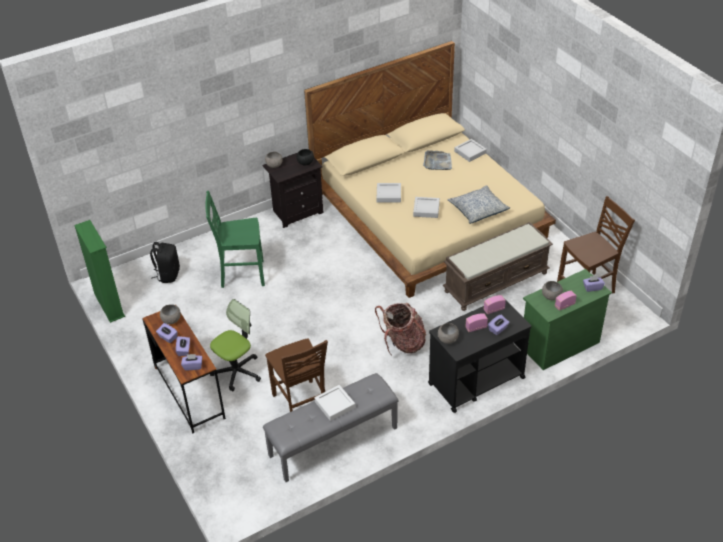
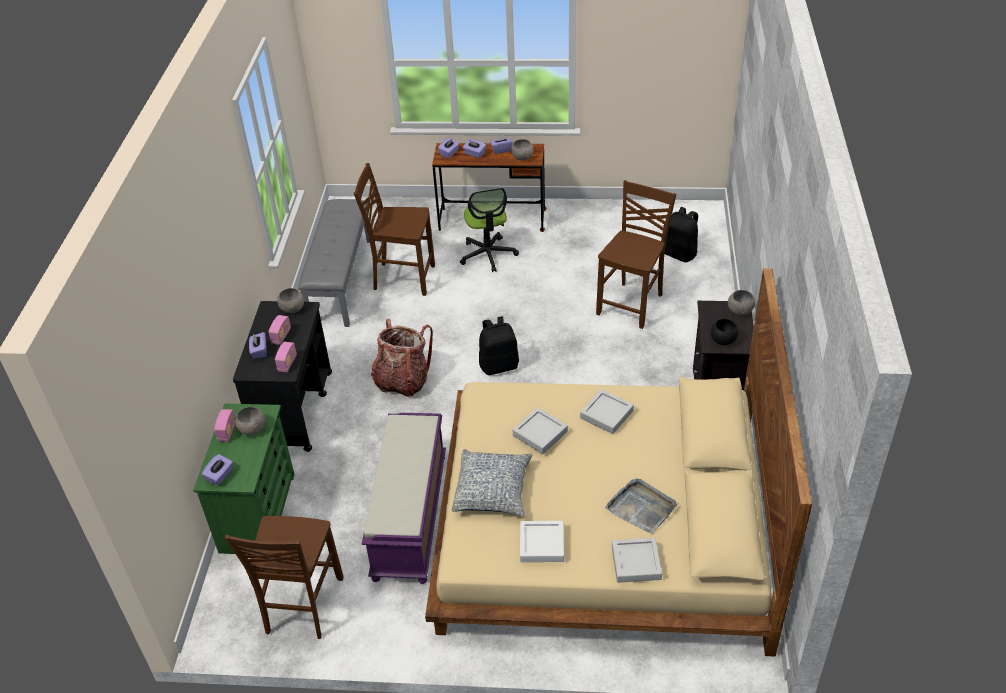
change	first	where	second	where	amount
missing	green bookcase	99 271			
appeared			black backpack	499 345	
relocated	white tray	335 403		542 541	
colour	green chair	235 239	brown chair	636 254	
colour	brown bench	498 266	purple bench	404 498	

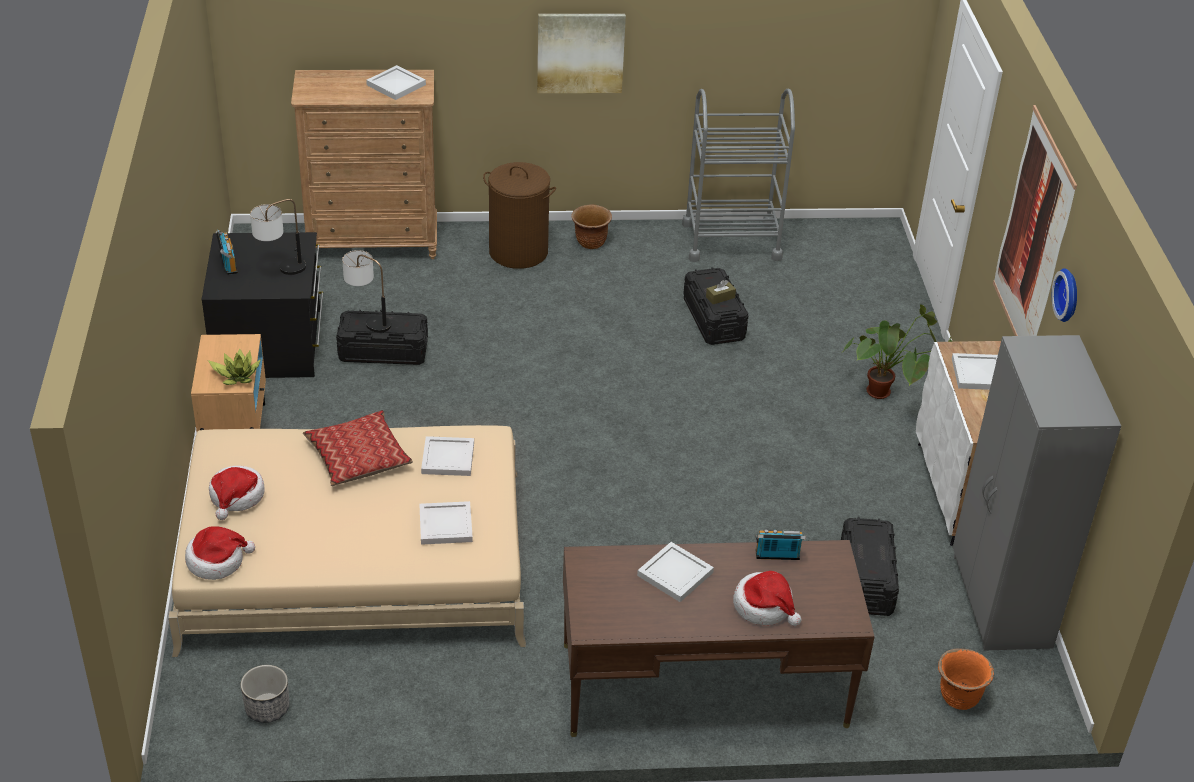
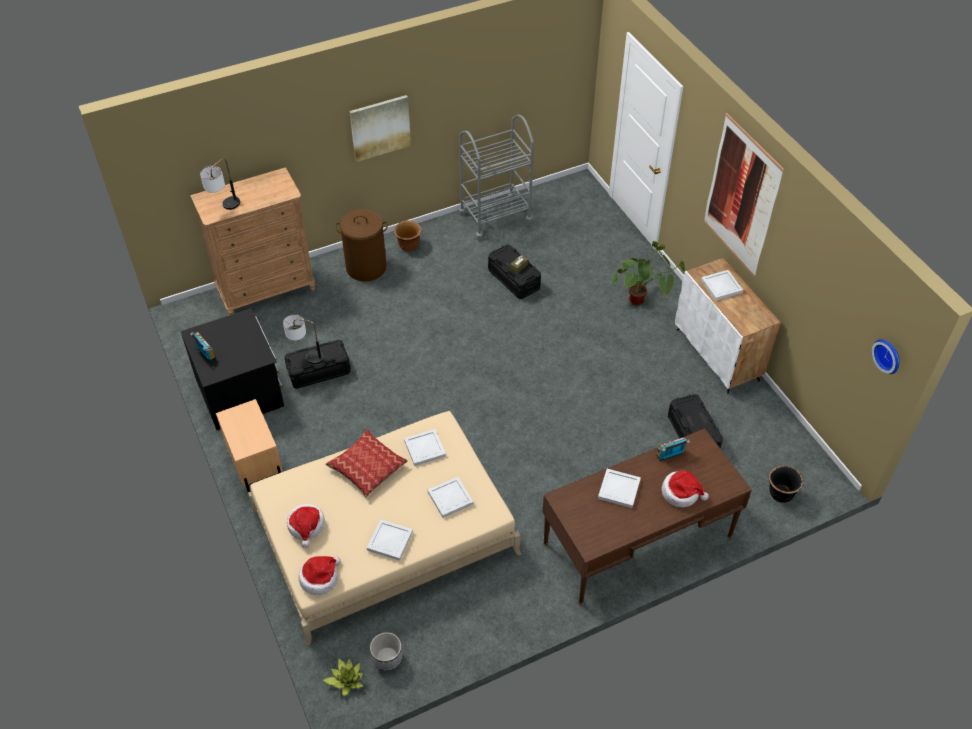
change	first	where	second	where	amount
missing	grey wardrobe	1037 493			
relocated	potted plant	234 366		343 677	
relocated	table lamp	278 237		220 184	
relocated	white tray	396 82		390 540	
relocated	wall clock	1064 295		886 356	
colour	orange planter	966 679	black planter	786 484	

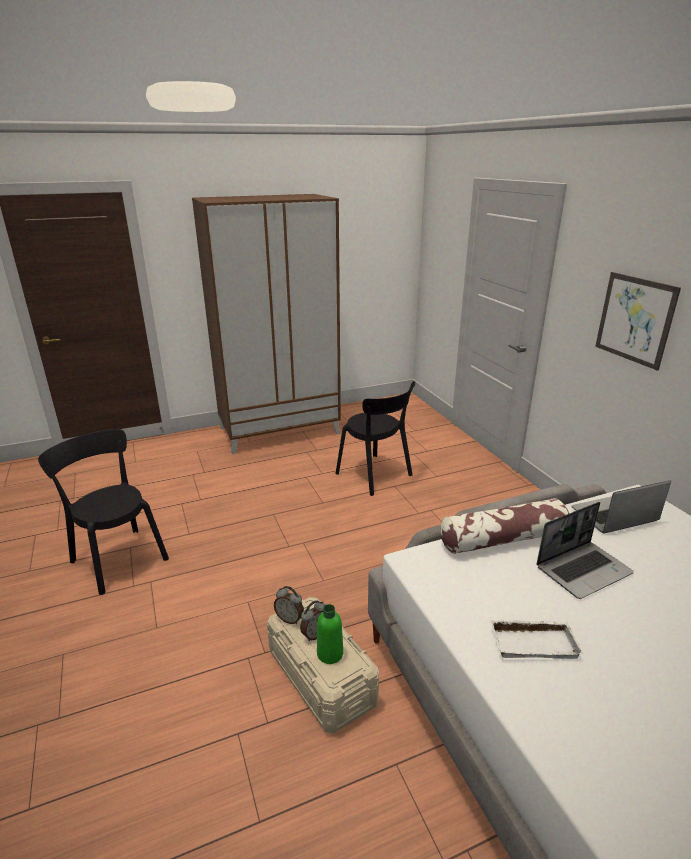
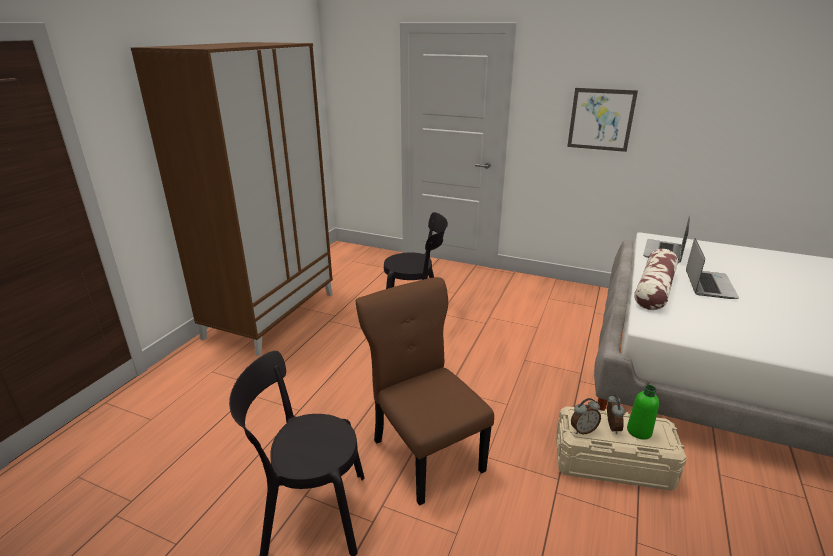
change	first	where	second	where	amount
missing	white tray	536 639			
appeared			brown chair	425 391	

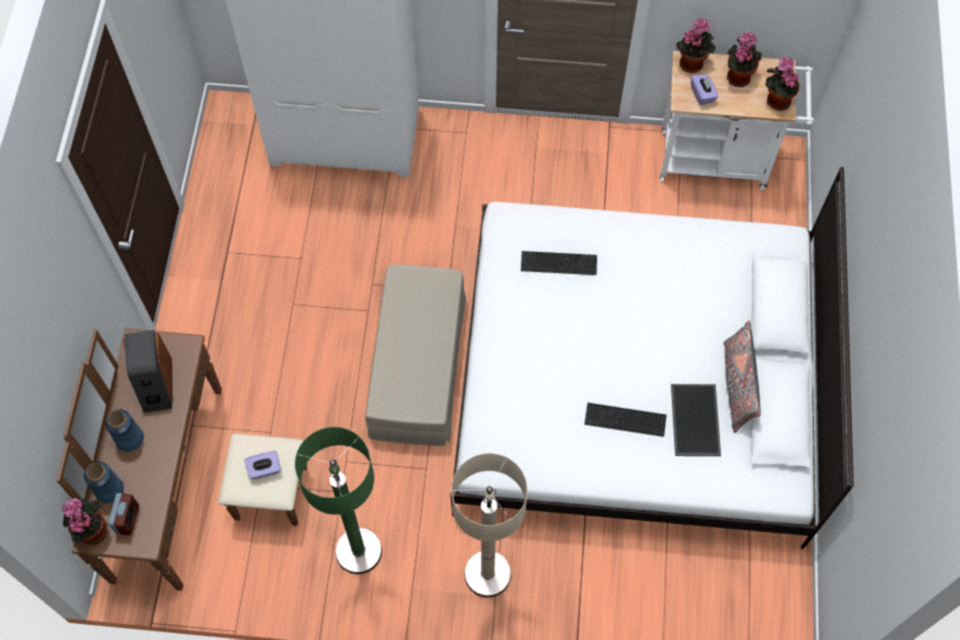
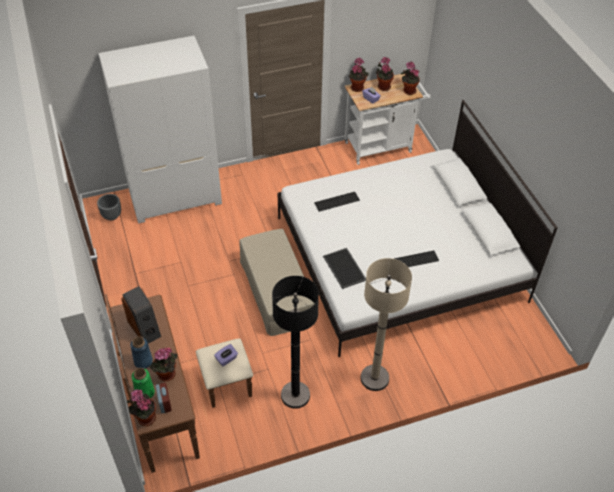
change	first	where	second	where	amount
missing	grey pillow	742 377			
appeared			grey planter	109 207	
appeared			potted plant	163 365	
relocated	tray	696 420		344 268	
colour	blue vase	104 483	green vase	143 383	
colour	green floor lamp	338 500	black floor lamp	295 342	

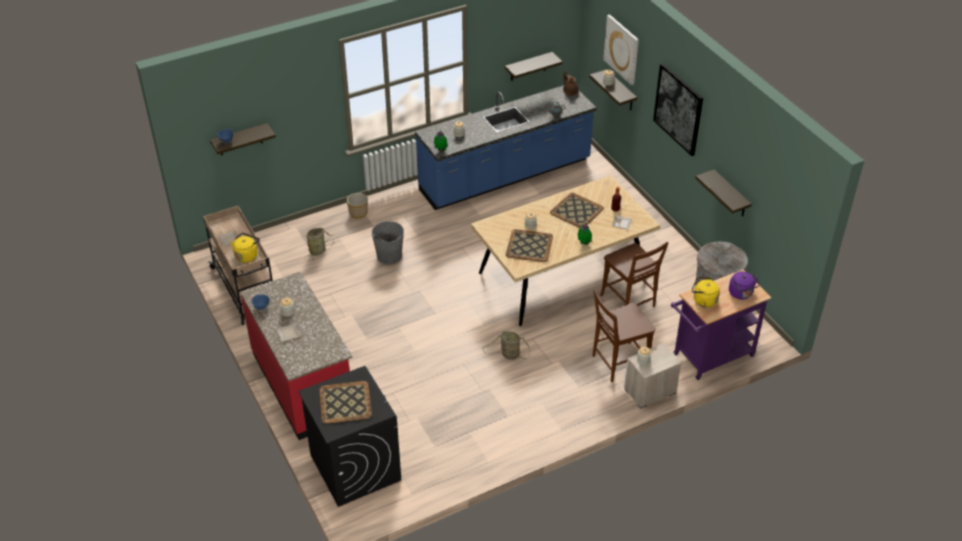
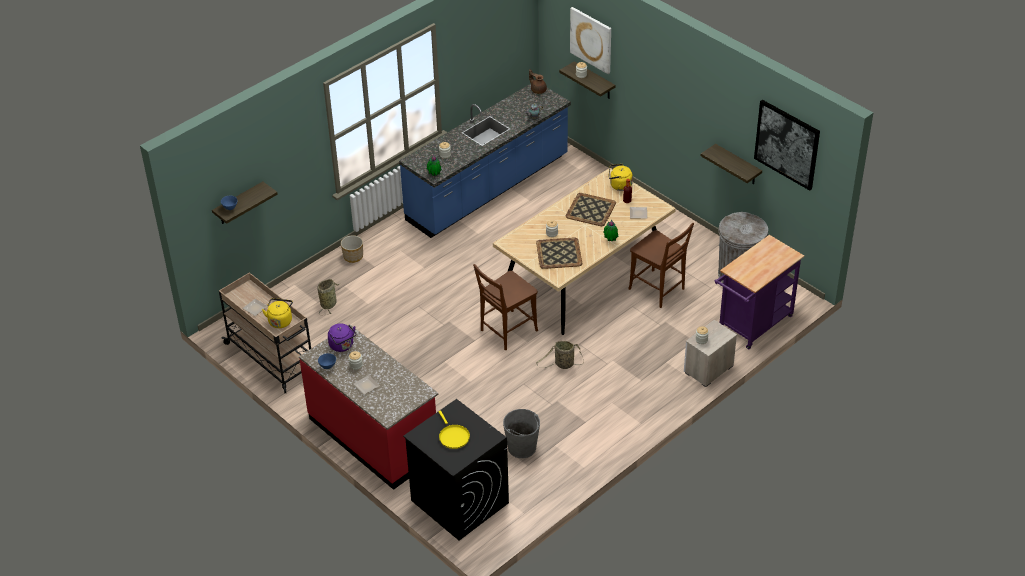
change	first	where	second	where	amount
missing	shelf	534 66			
relocated	grey bucket	388 242		521 433	
relocated	brown chair	624 336		505 307	
relocated	picture	678 109		787 145	
relocated	yellow kettle	706 292		620 177	
relocated	purple kettle	744 285		342 337	
exchanged	tray	345 402	yellow frying pan	454 429	

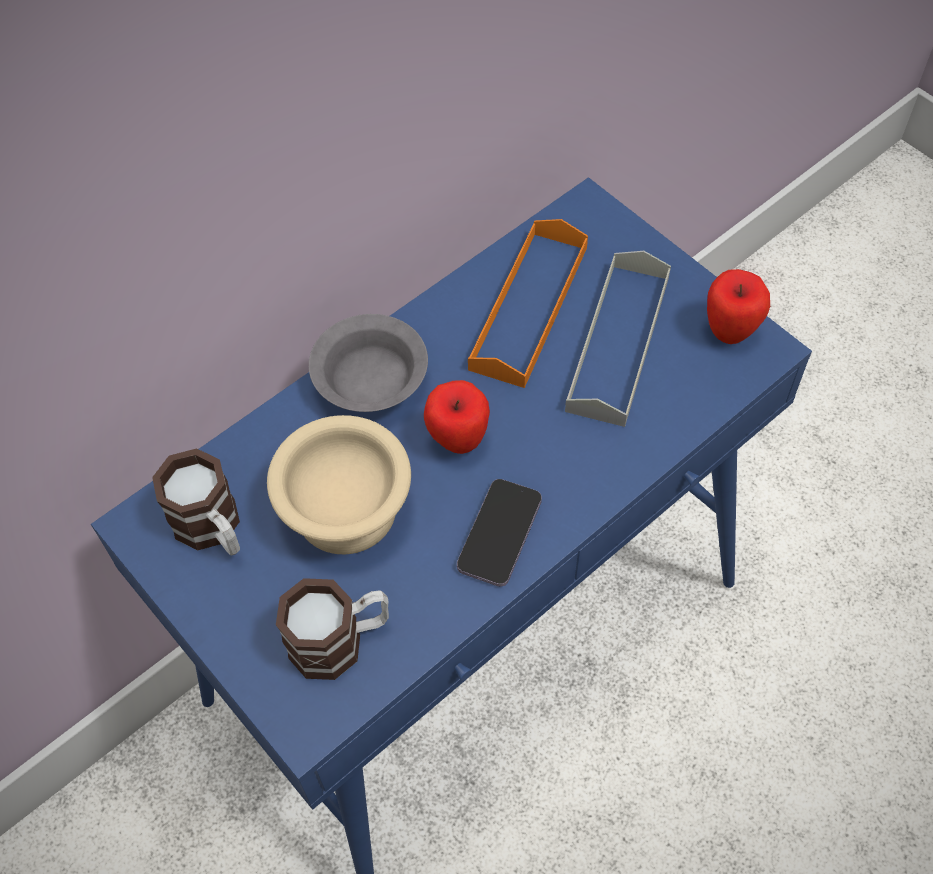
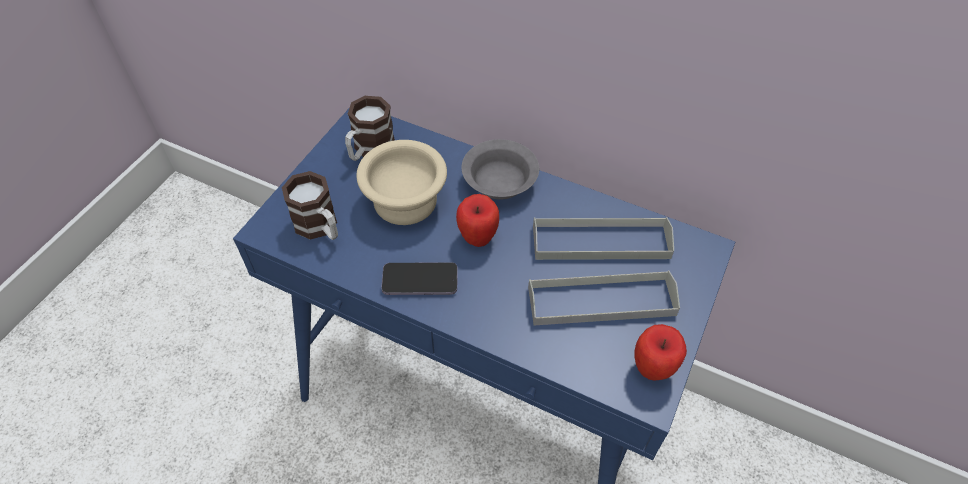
change	first	where	second	where	amount
colour	orange tray	528 303	grey tray	603 238	

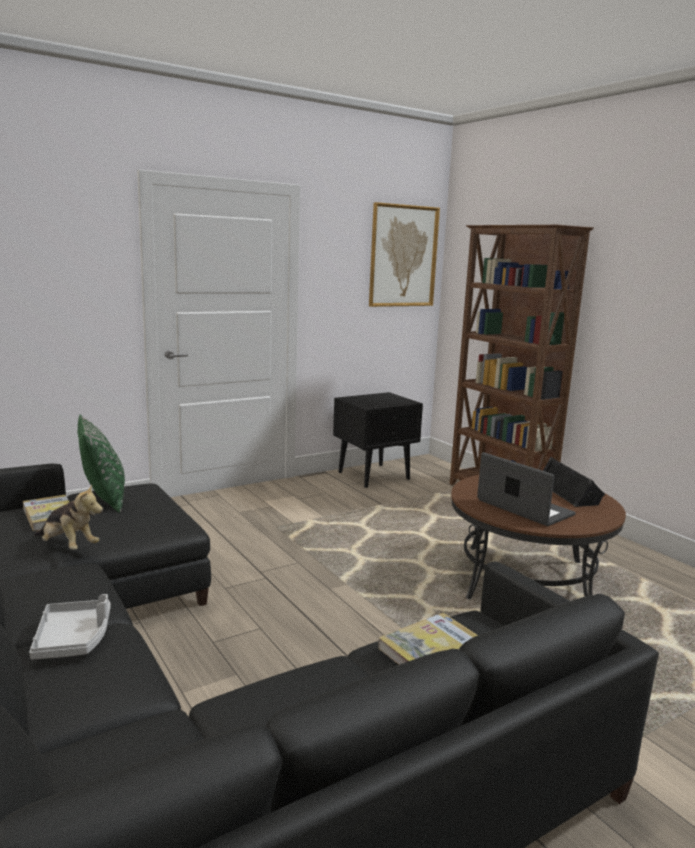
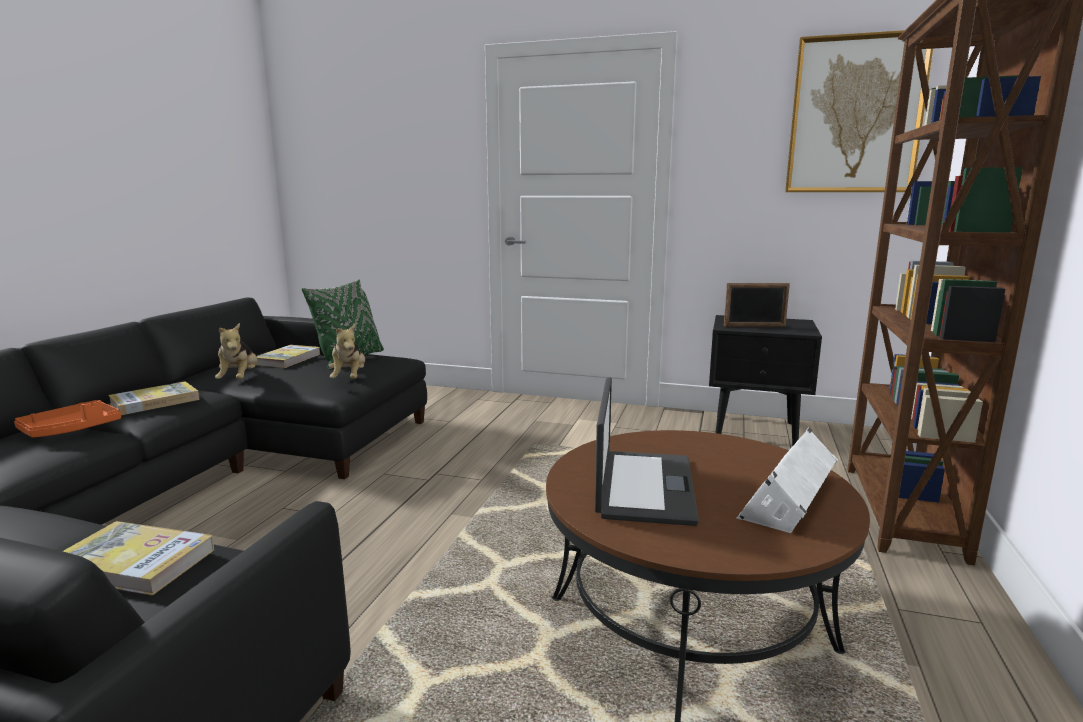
change	first	where	second	where	amount
appeared			book	153 398	
appeared			plush toy	347 351	
appeared			picture frame	757 305	
colour	grey tray	69 627	orange tray	67 419	
colour	black speaker	574 482	white speaker	787 480	

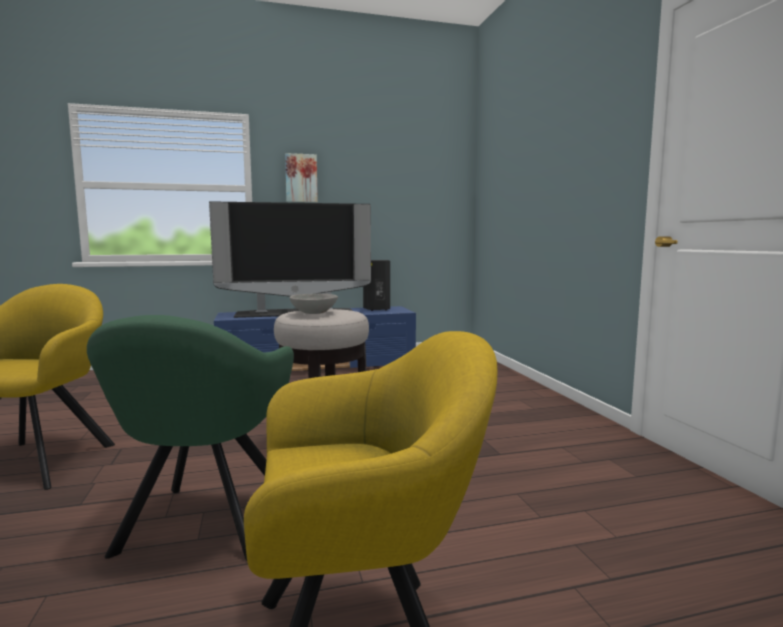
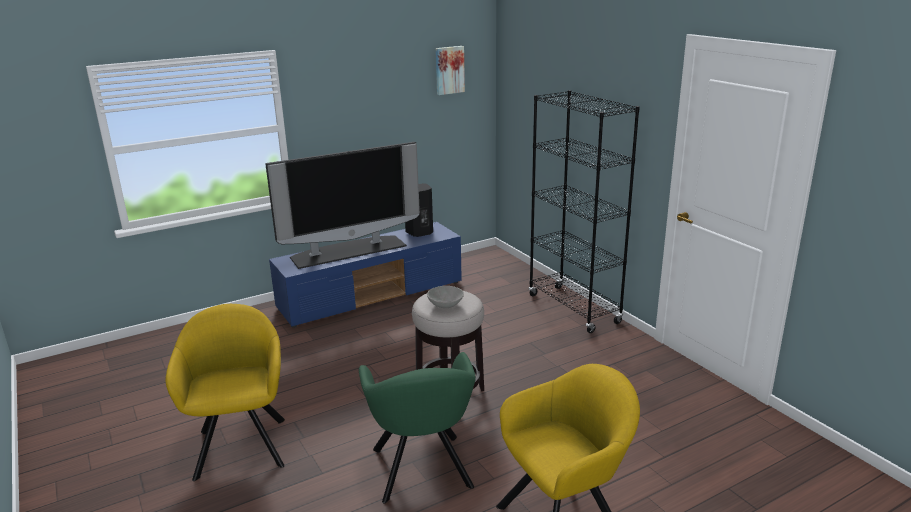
change	first	where	second	where	amount
appeared			black bookcase	584 211	
relocated	picture	301 177		450 70	

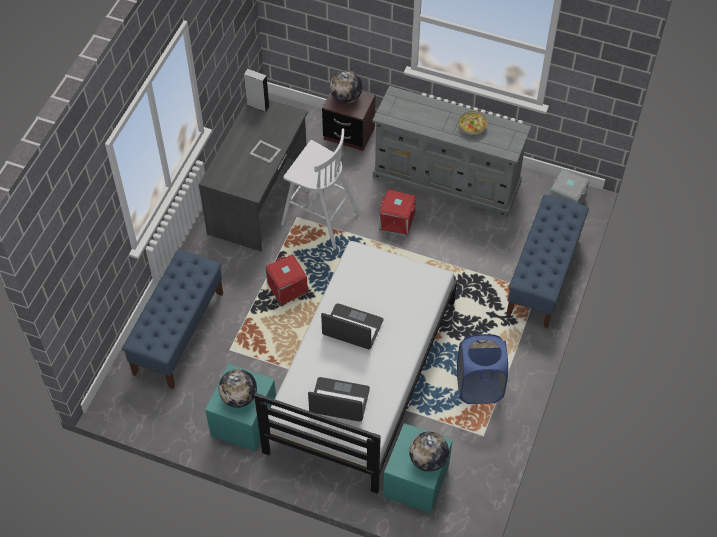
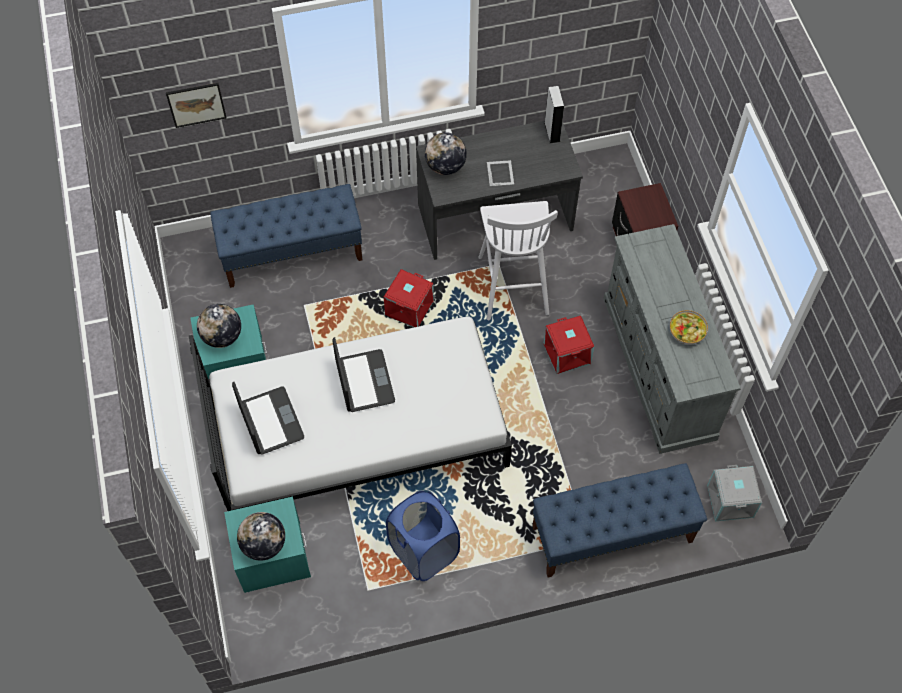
change	first	where	second	where	amount
appeared			picture	196 105	
relocated	globe	346 87		446 153	

